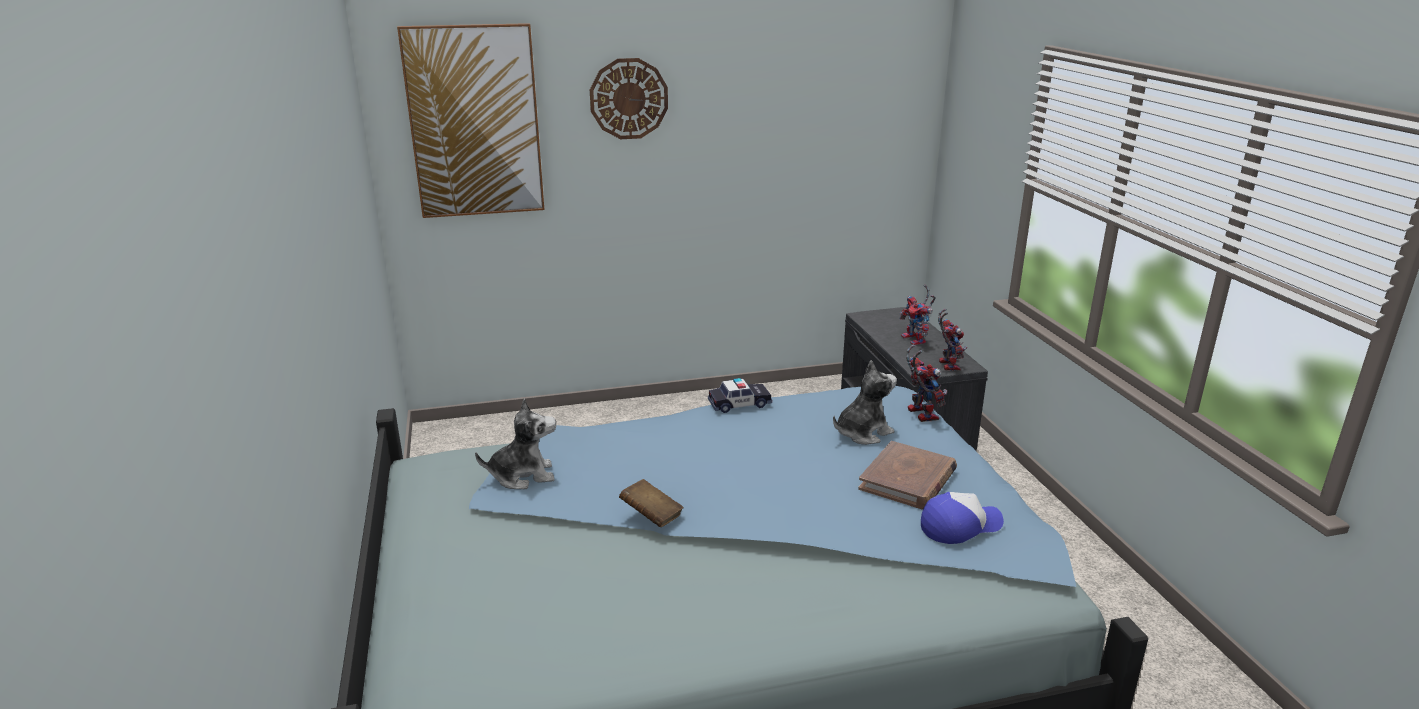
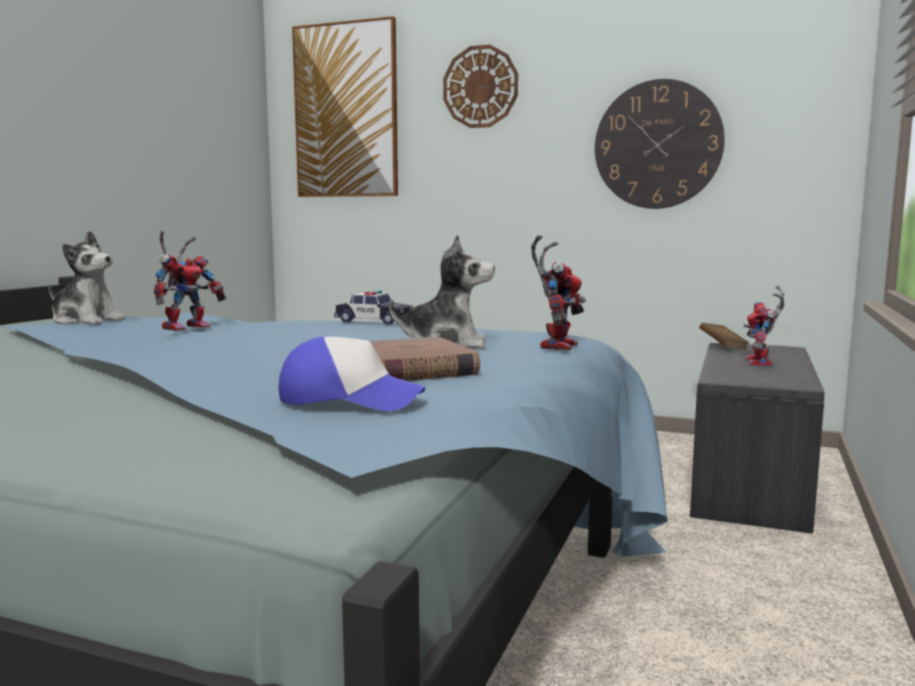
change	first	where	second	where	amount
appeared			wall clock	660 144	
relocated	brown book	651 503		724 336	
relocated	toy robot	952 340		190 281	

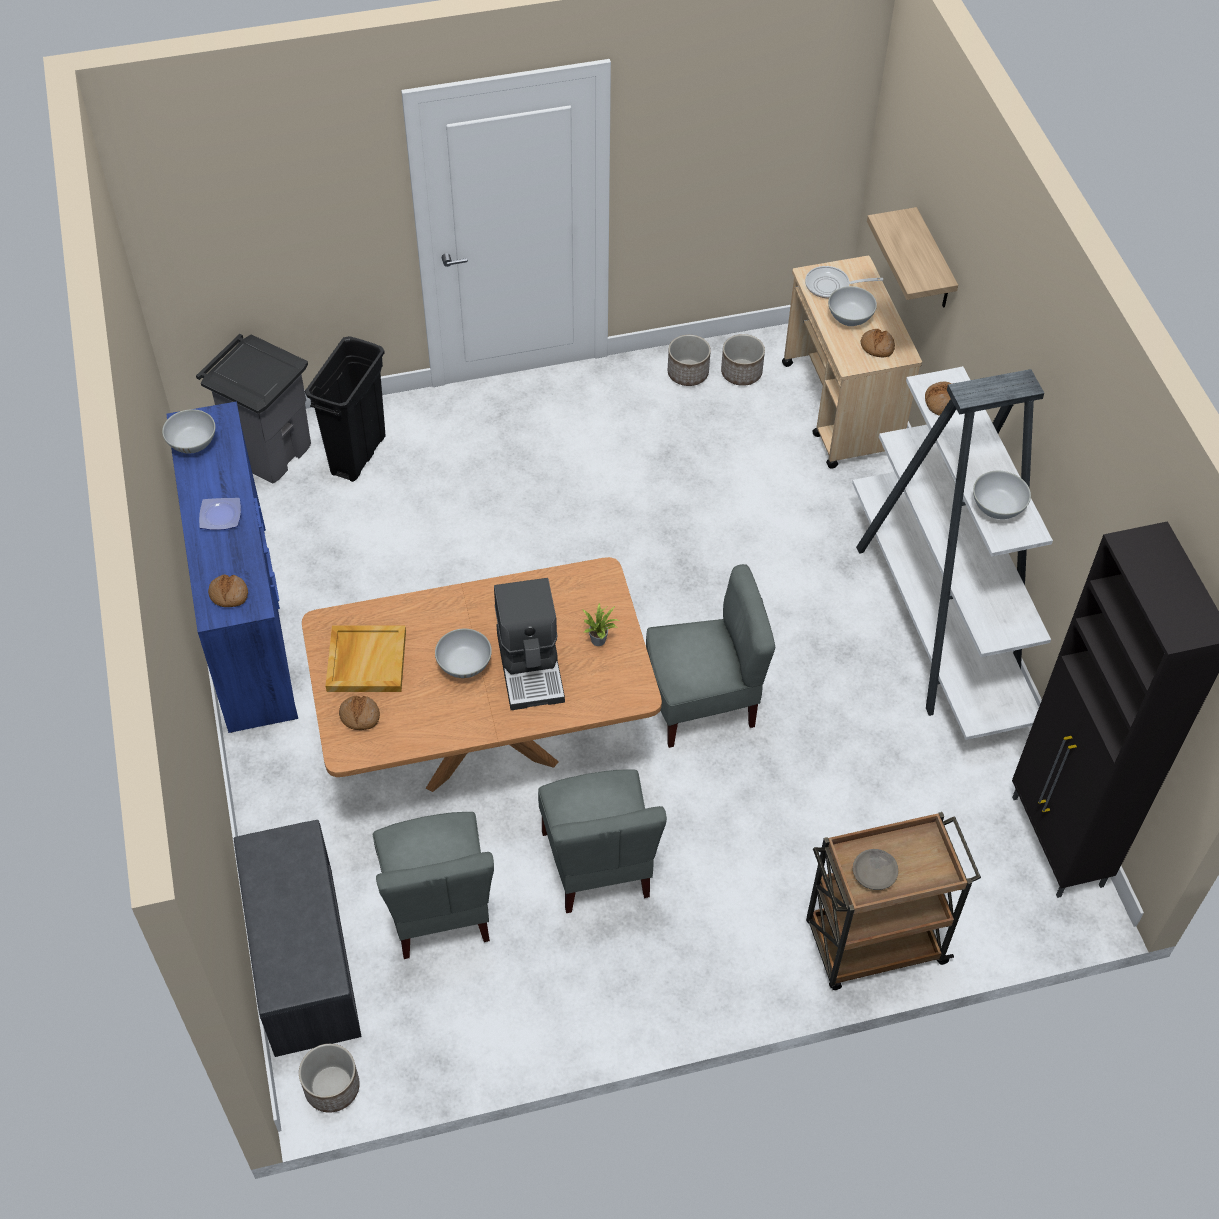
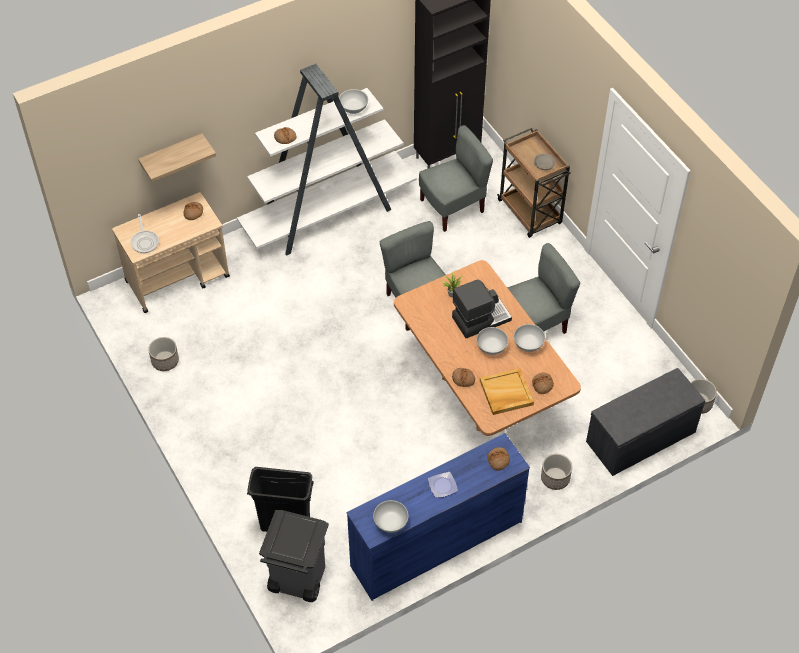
change	first	where	second	where	amount
appeared			bread	463 377	
relocated	grey chair	433 885		456 178	
relocated	planter	743 360		556 472	
relocated	white bowl	852 306		529 338	

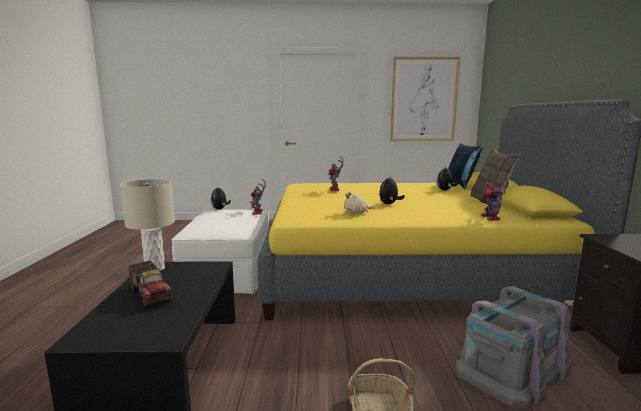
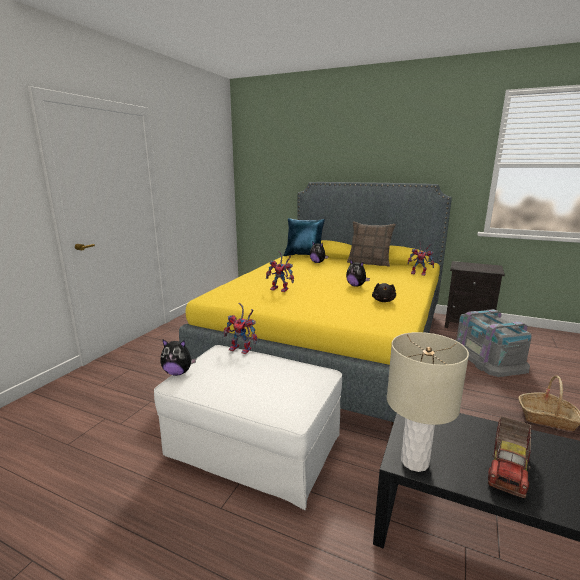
change	first	where	second	where	amount
missing	picture	425 99			
colour	beige plush toy	359 202	black plush toy	384 292	
spun	toy truck	150 283		509 457	135 degrees clockwise

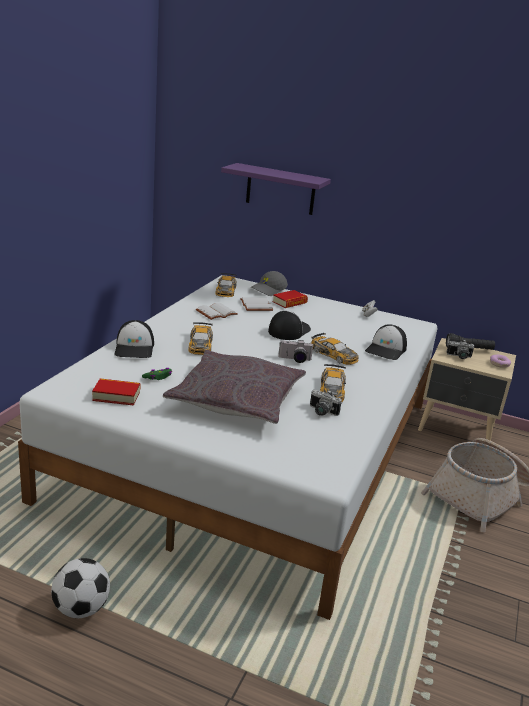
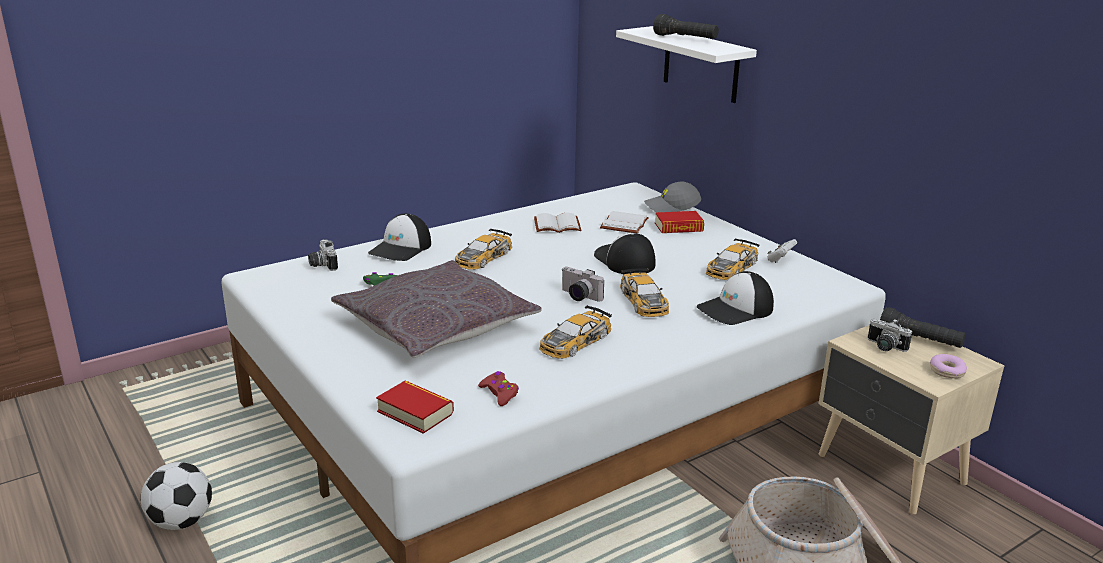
change	first	where	second	where	amount
appeared			red game controller	498 388	
appeared			black flashlight	686 26	
relocated	book	116 392		415 407	
relocated	toy car	226 285		733 259	
relocated	photo camera	326 403		323 255	
colour	purple shelf	276 189	white shelf	686 64	
spun	cap	289 325		624 253	90 degrees counterclockwise

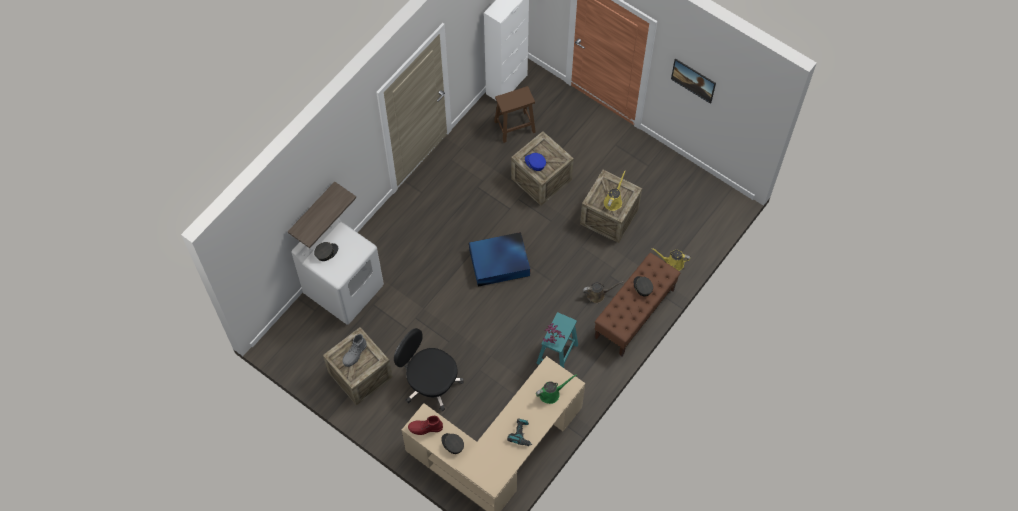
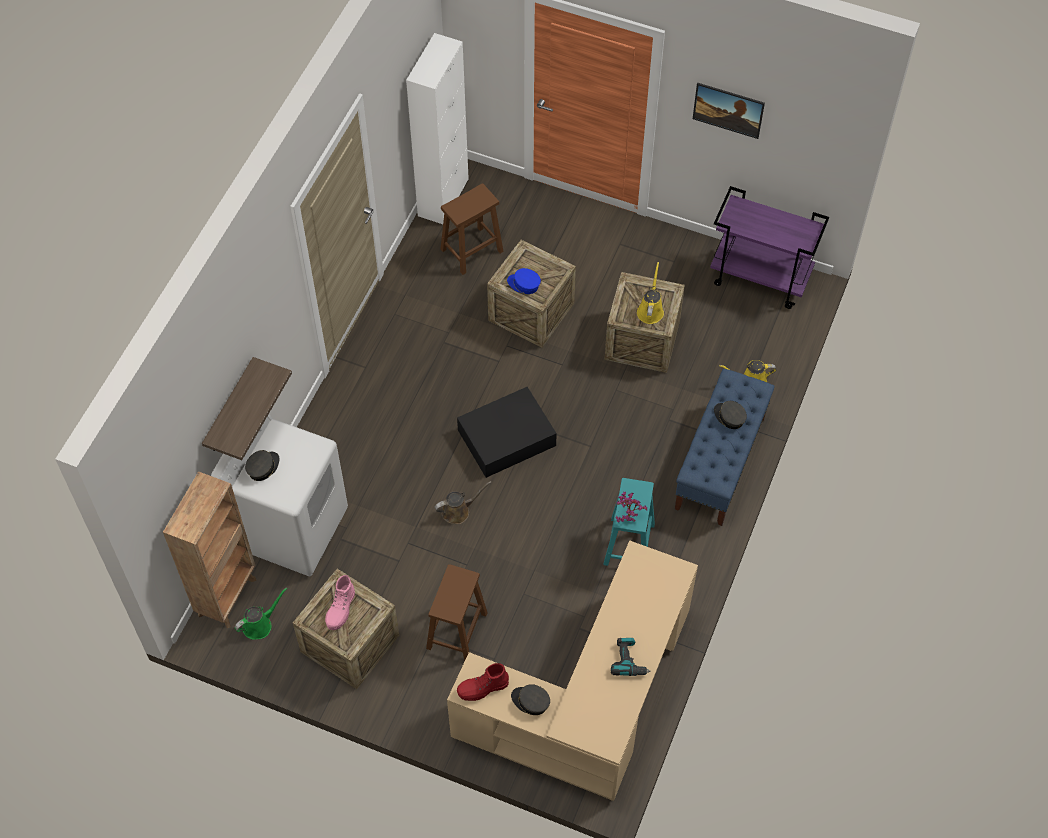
change	first	where	second	where	amount
appeared			brown bookcase	209 549	
appeared			purple cart	769 247	
relocated	green watering can	556 389		261 614	
relocated	brown watering can	603 292		463 502	
exchanged	black office chair	429 370	brown stool	457 612	
colour	grey boot	354 350	pink boot	340 602	
colour	blue storage box	499 259	black storage box	507 432	
colour	brown bench	638 304	blue bench	725 447	

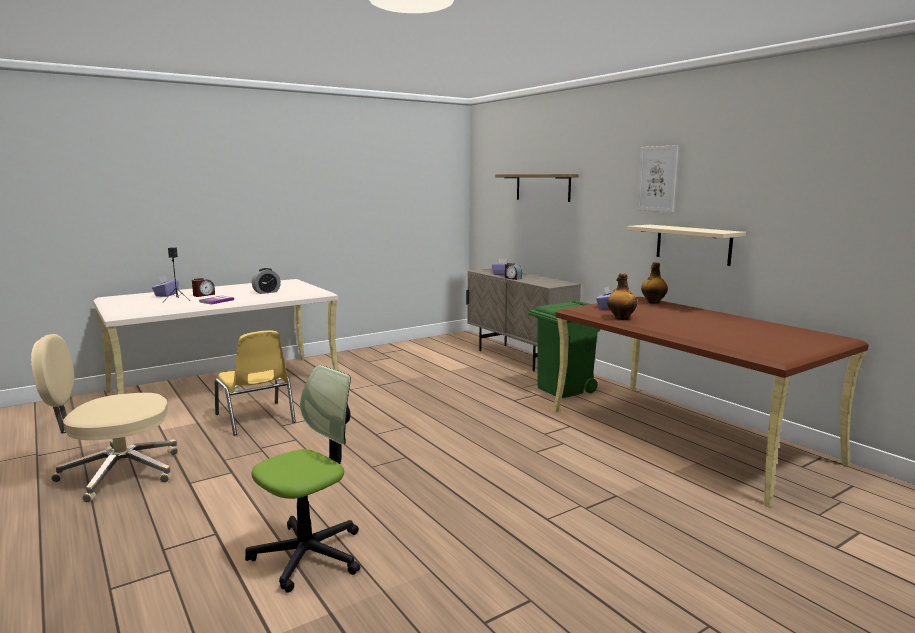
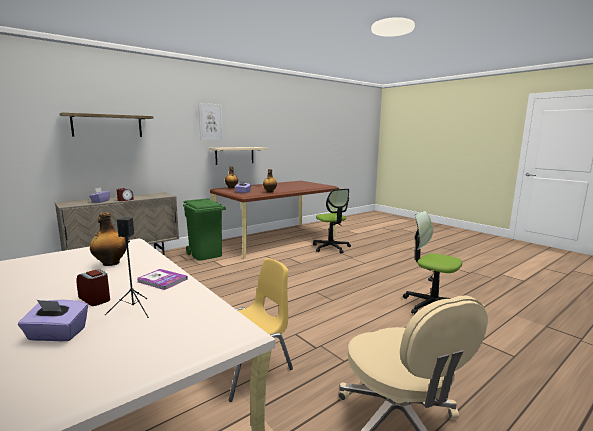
change	first	where	second	where	amount
appeared			office chair	332 221	
exchanged	alarm clock	266 281	bottle	108 239	

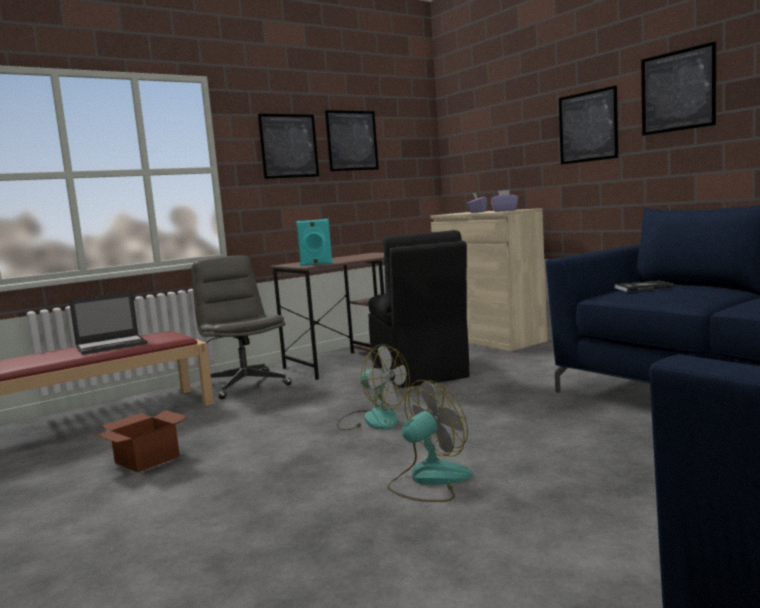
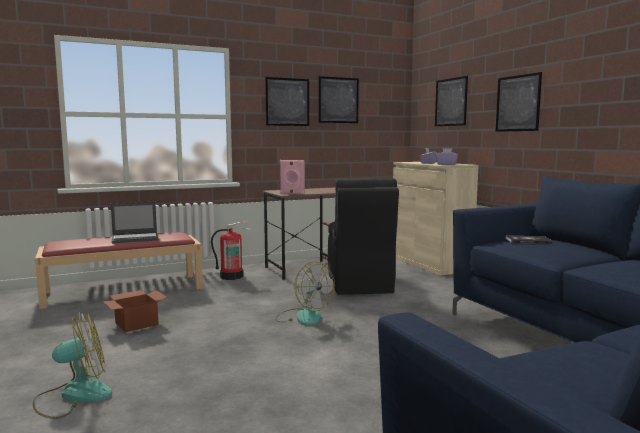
change	first	where	second	where	amount
relocated	fan	430 441		72 365	
relocated	picture	678 88		451 101	
exchanged	grey office chair	241 327	fire extinguisher	230 250	
colour	turquoise speaker	314 242	pink speaker	292 177	

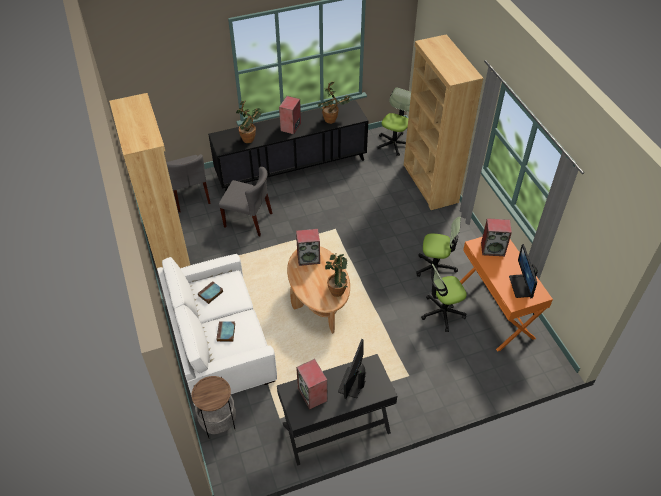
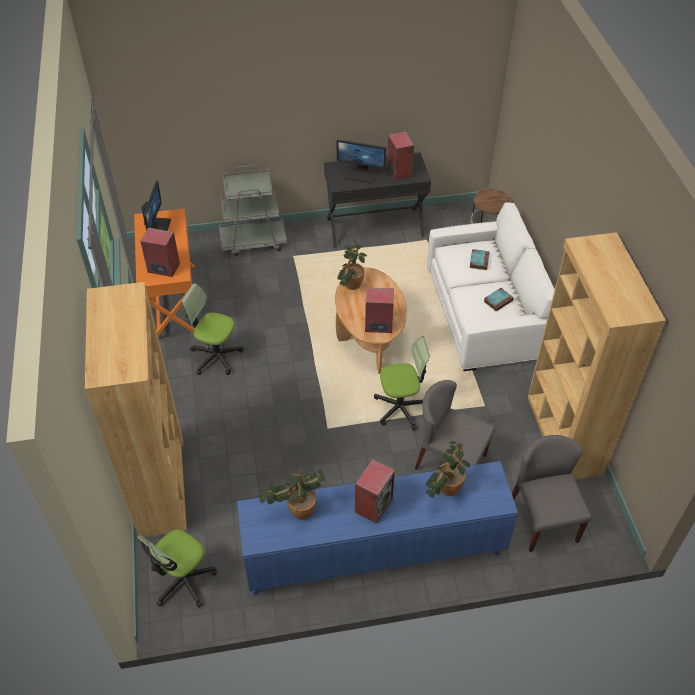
change	first	where	second	where	amount
appeared			grey cart	253 210	
relocated	office chair	444 298		402 383	
colour	black cabinet	288 146	blue cabinet	377 528	
spun	monitor	352 369		361 161	75 degrees clockwise

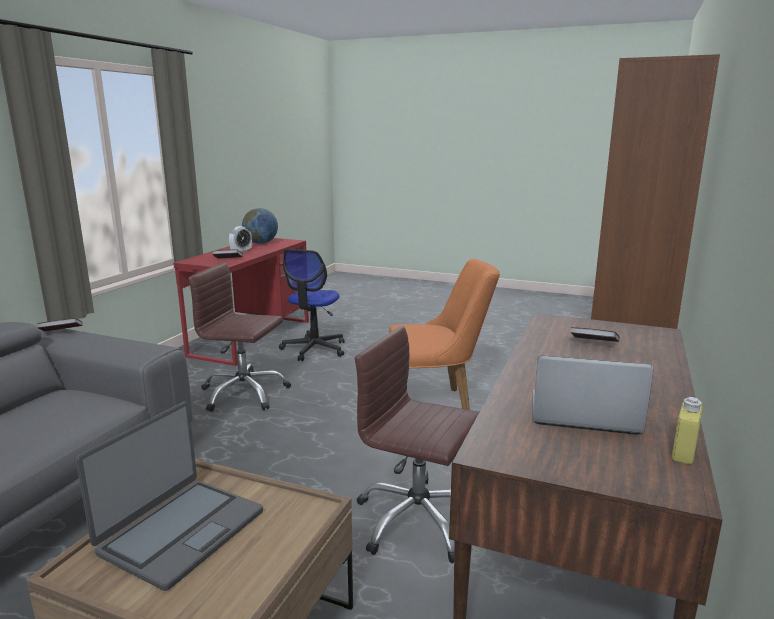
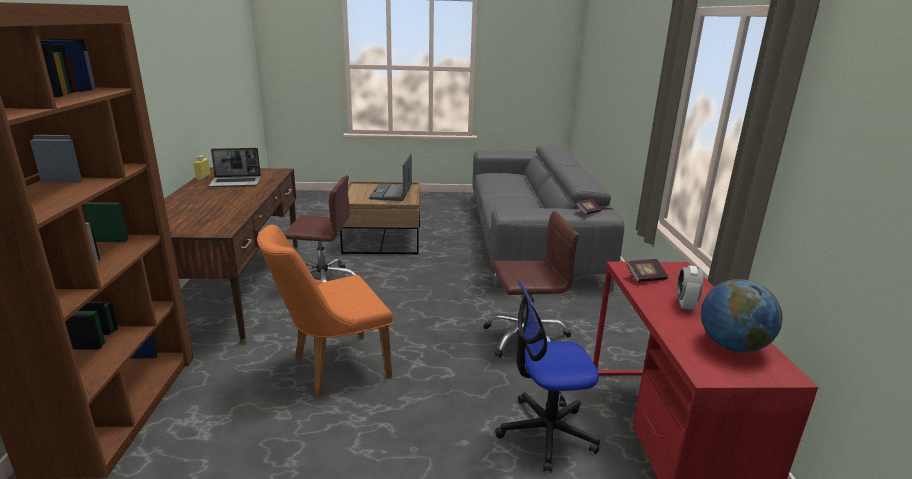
change	first	where	second	where	amount
missing	book	595 334			
spun	office chair	311 305		547 376	90 degrees counterclockwise

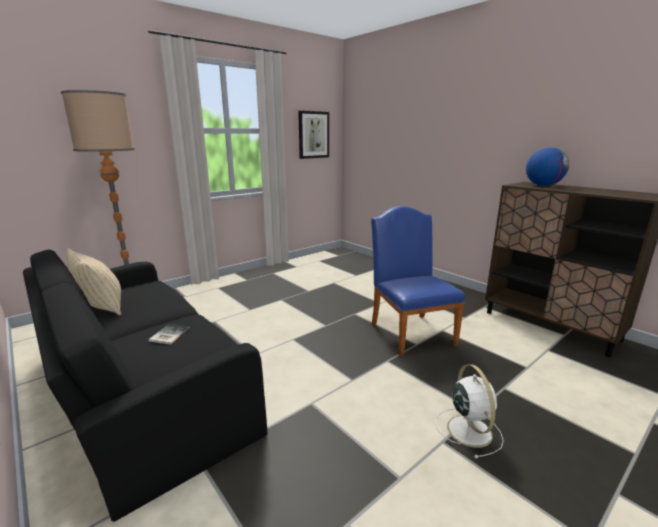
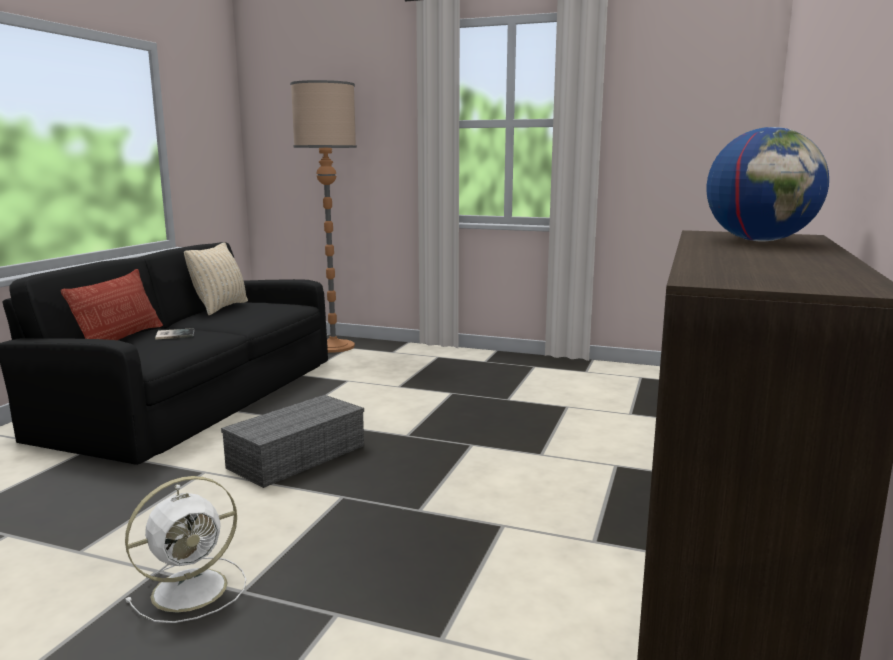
change	first	where	second	where	amount
missing	picture	313 135			
missing	blue chair	418 281			
appeared			pillow	112 304	
appeared			grey storage box	292 441	

